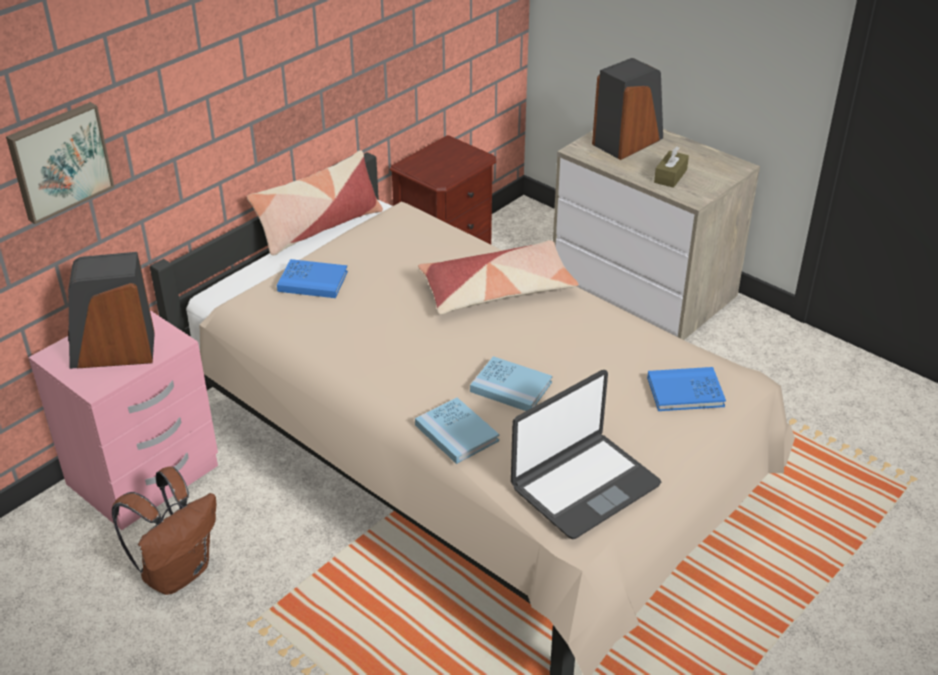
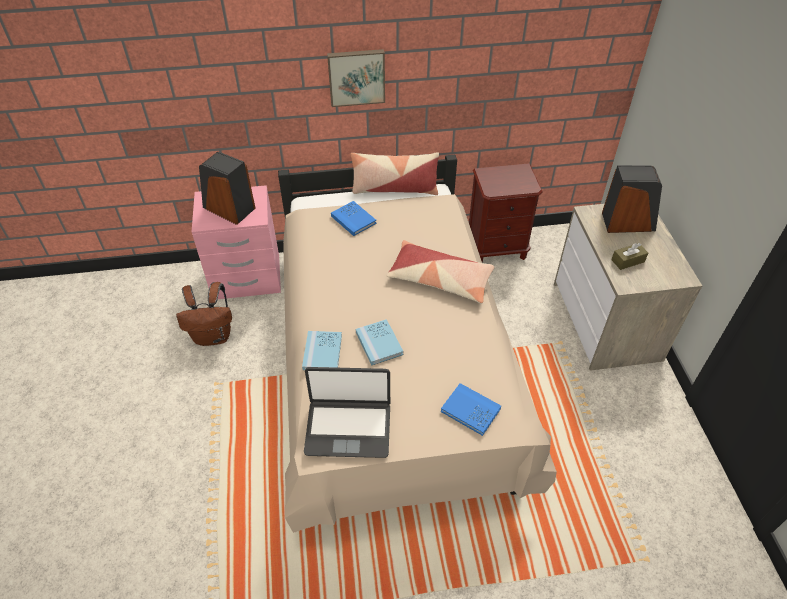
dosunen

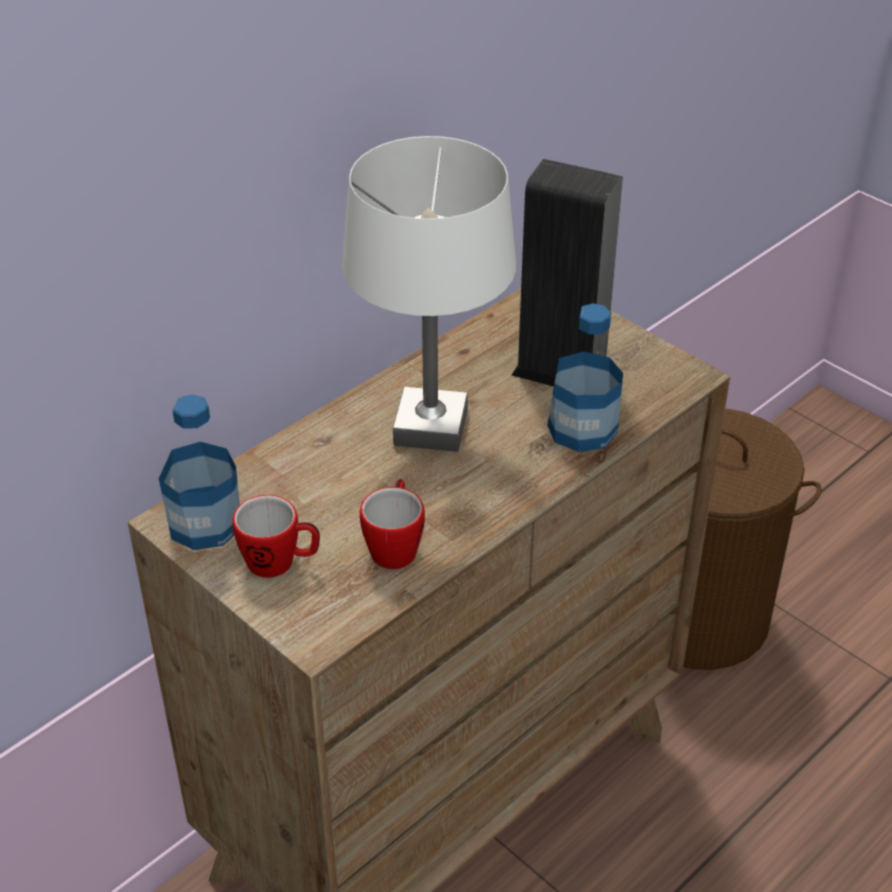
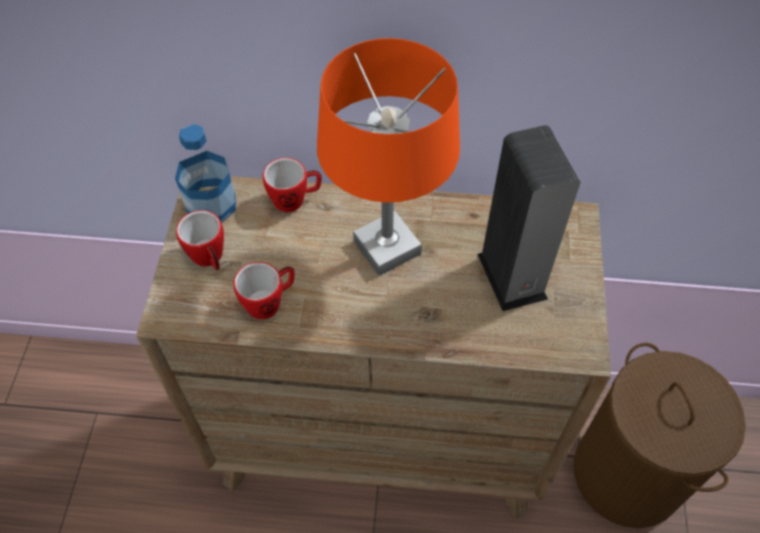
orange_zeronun; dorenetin (2nd from left in the first image); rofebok (3rd from left)

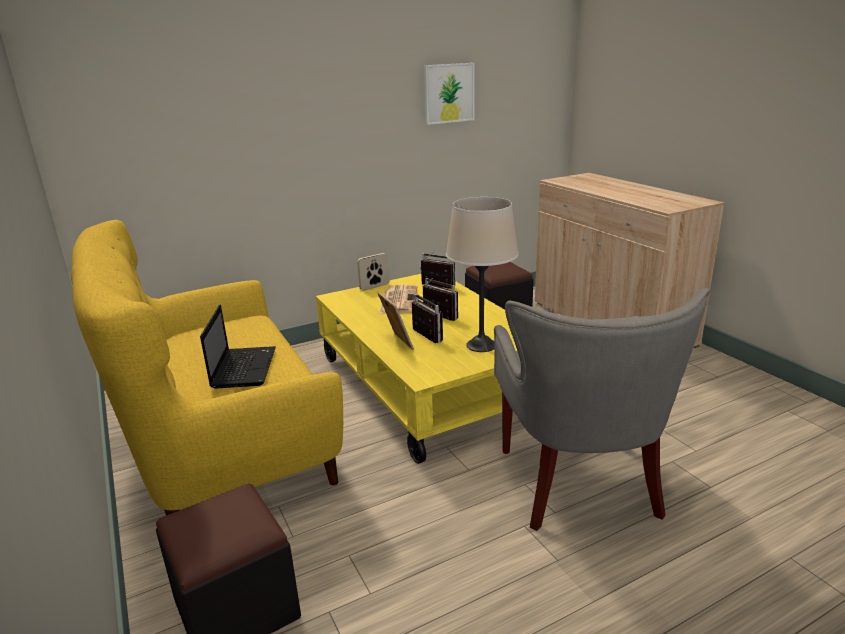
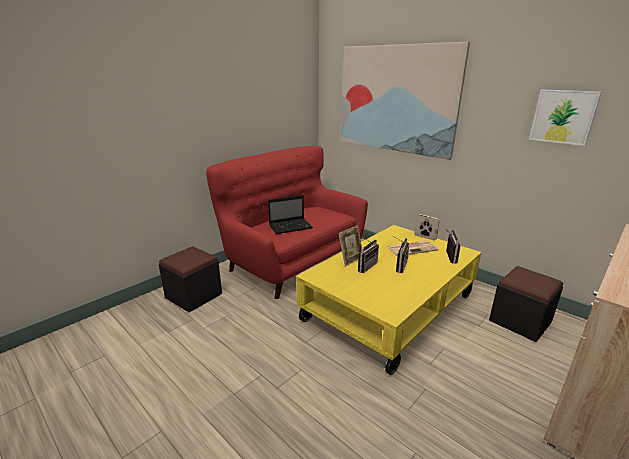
beige_zeronun; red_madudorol; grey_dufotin; dosunen (1st from left)

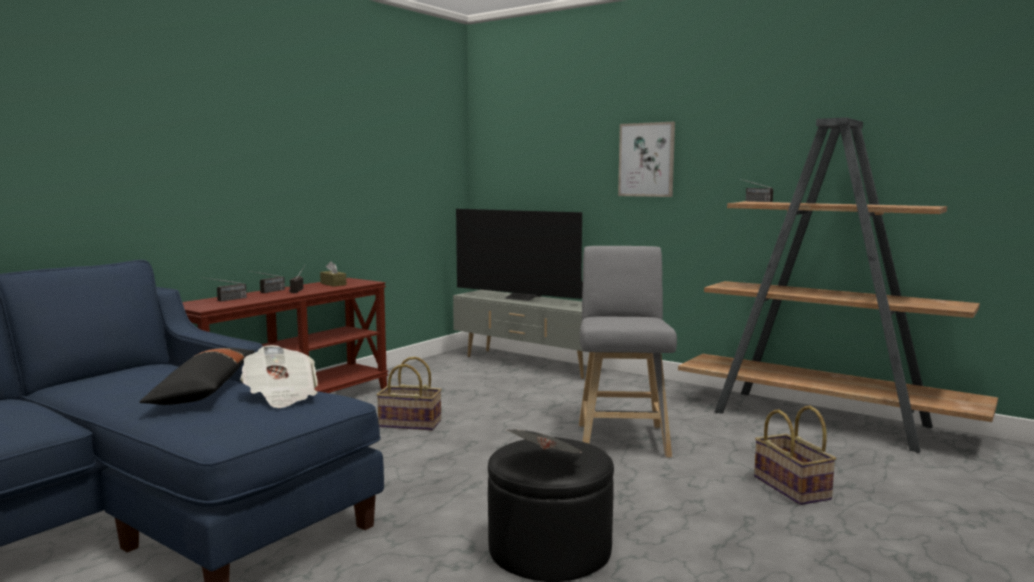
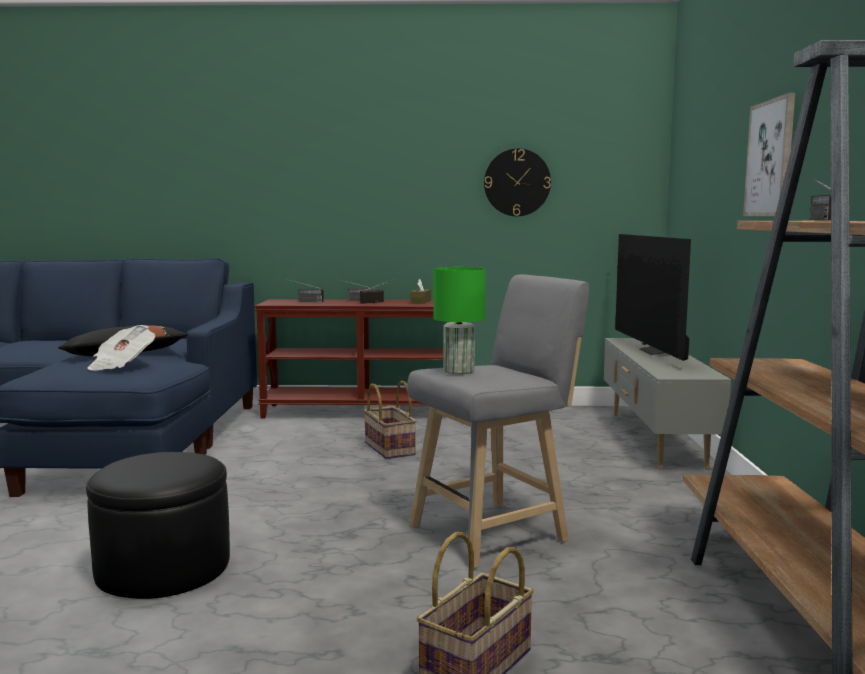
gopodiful (2nd from left in the first image); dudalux; green_zeronun

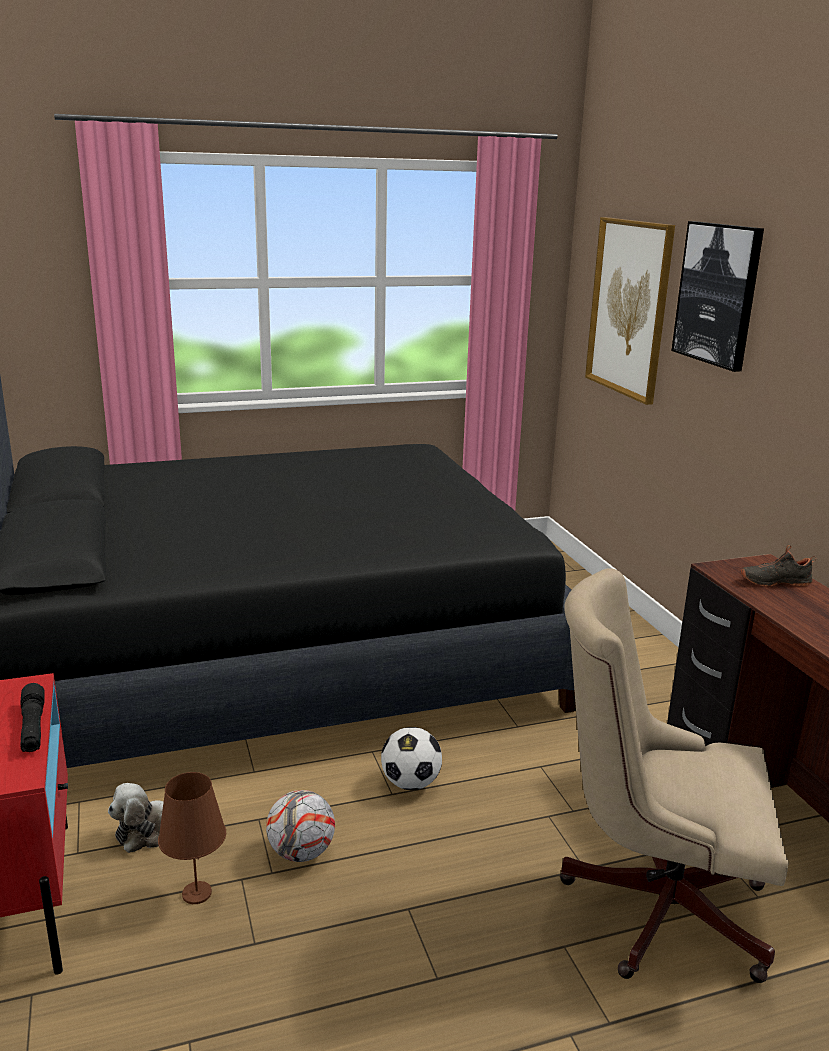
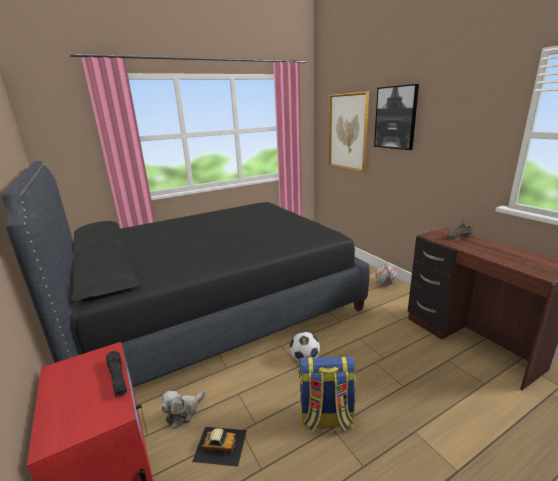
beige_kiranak; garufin; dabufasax (2nd from left); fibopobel

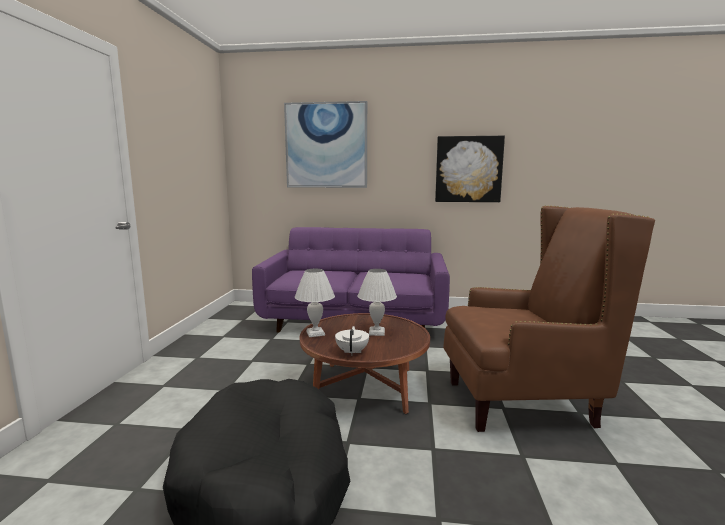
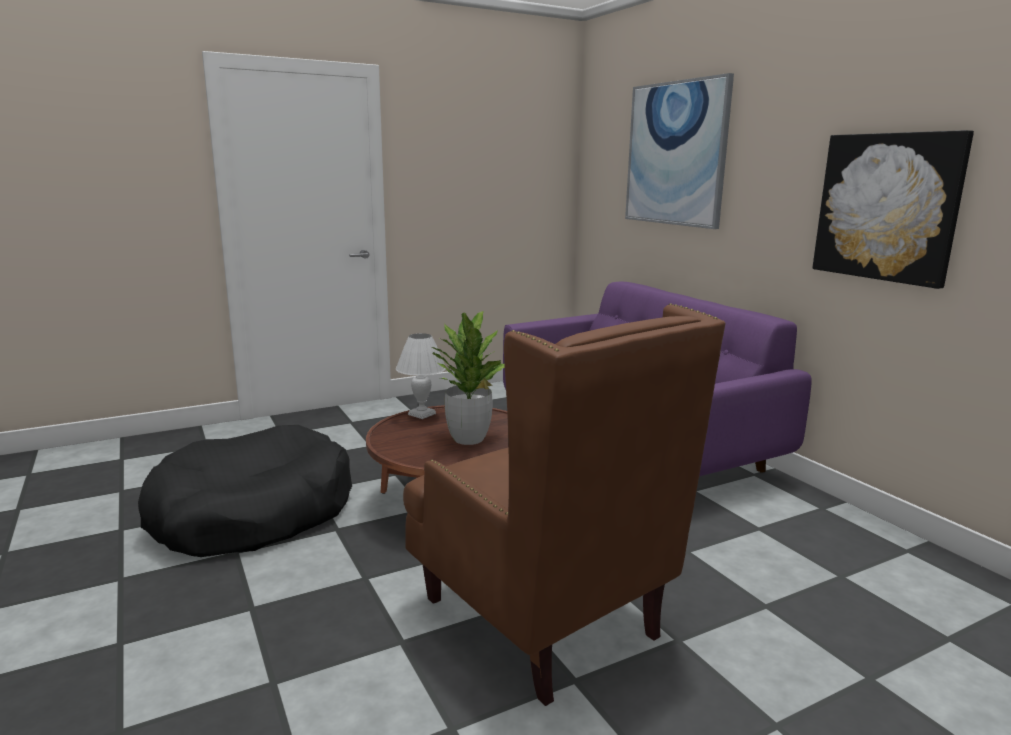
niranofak; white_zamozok

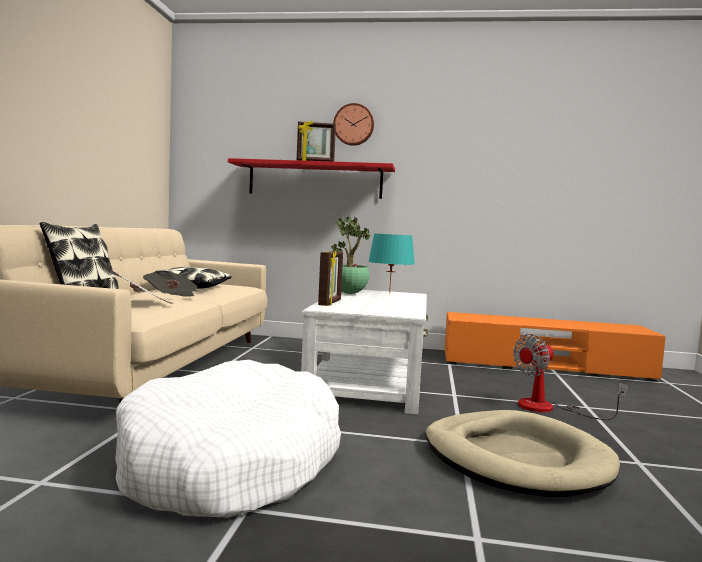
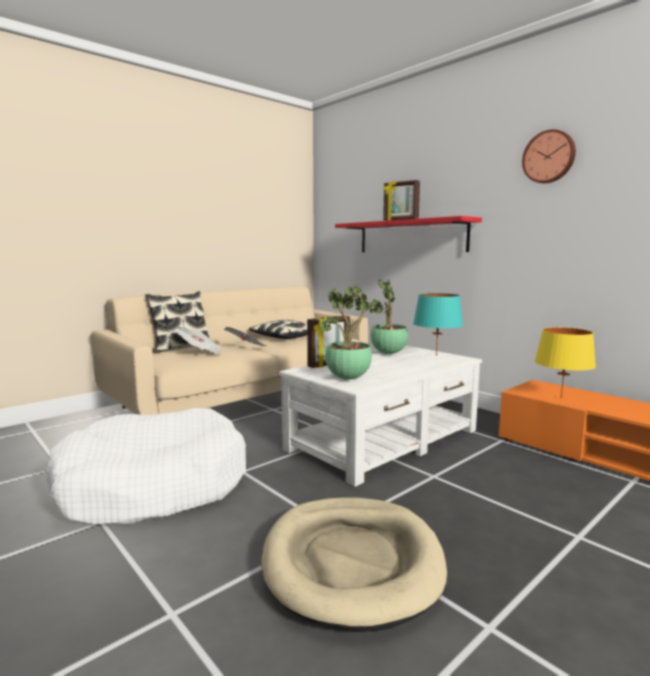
dudalux; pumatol; niranofak (1st from left); yellow_zeronun

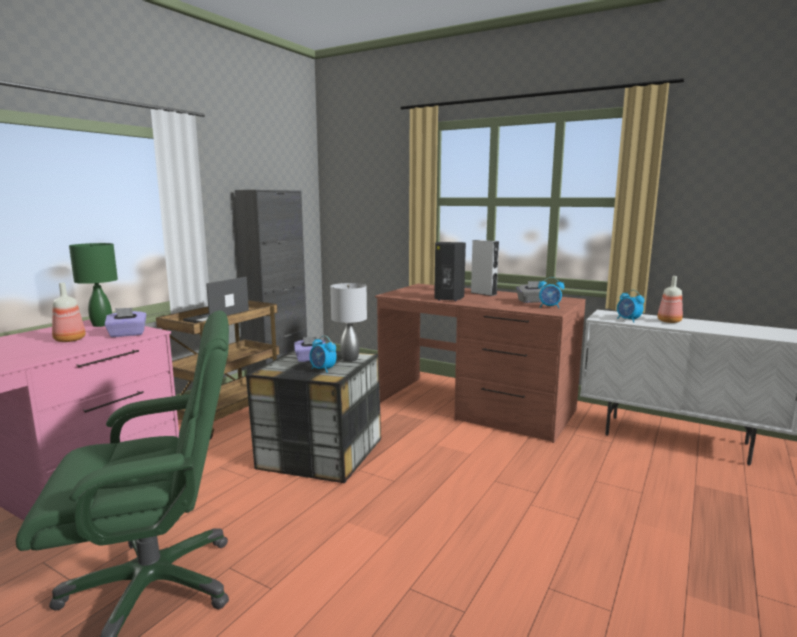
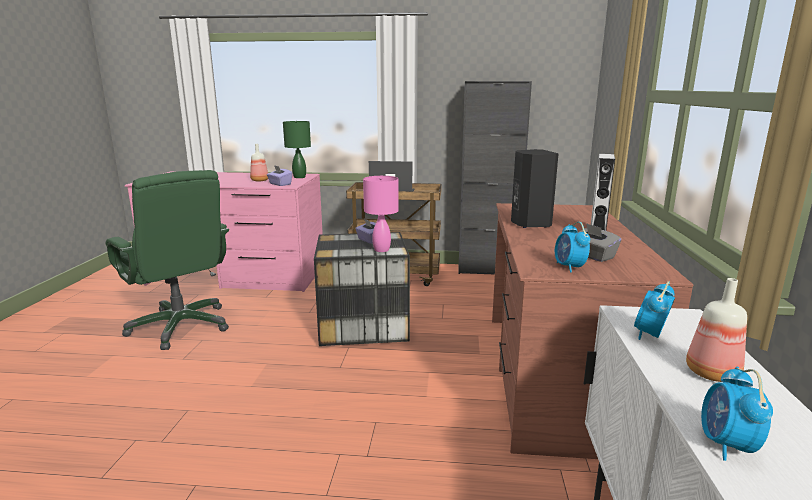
pink_zeronun; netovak (3rd from left)

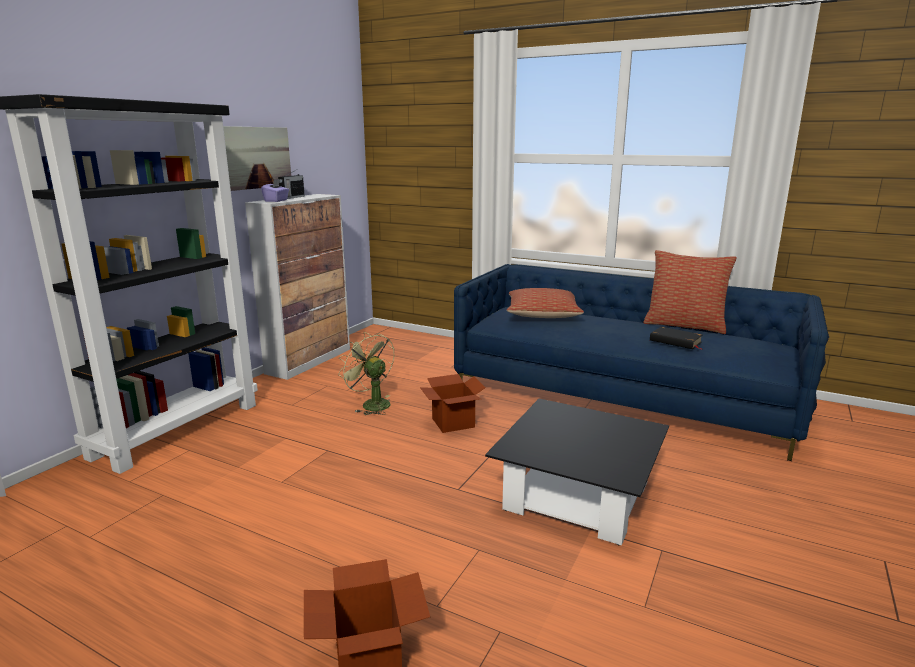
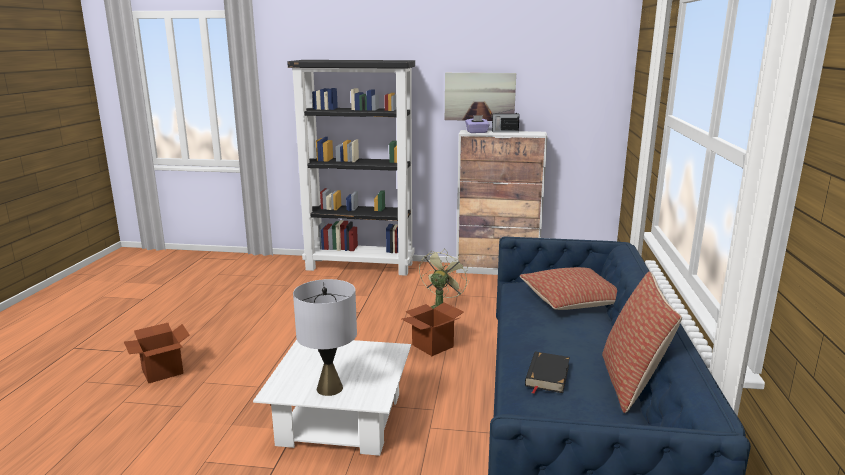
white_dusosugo; grey_zeronun

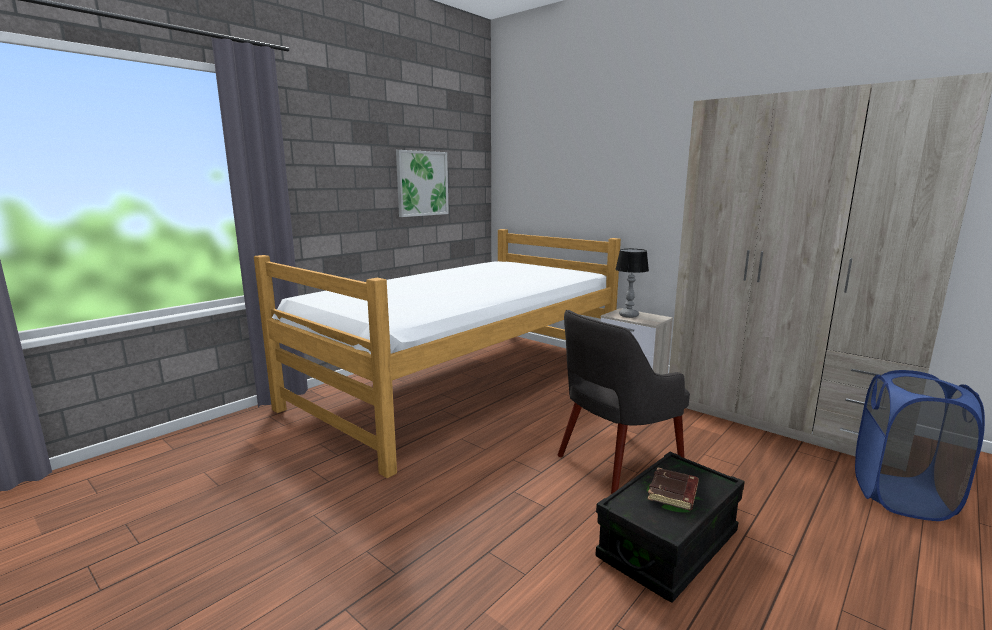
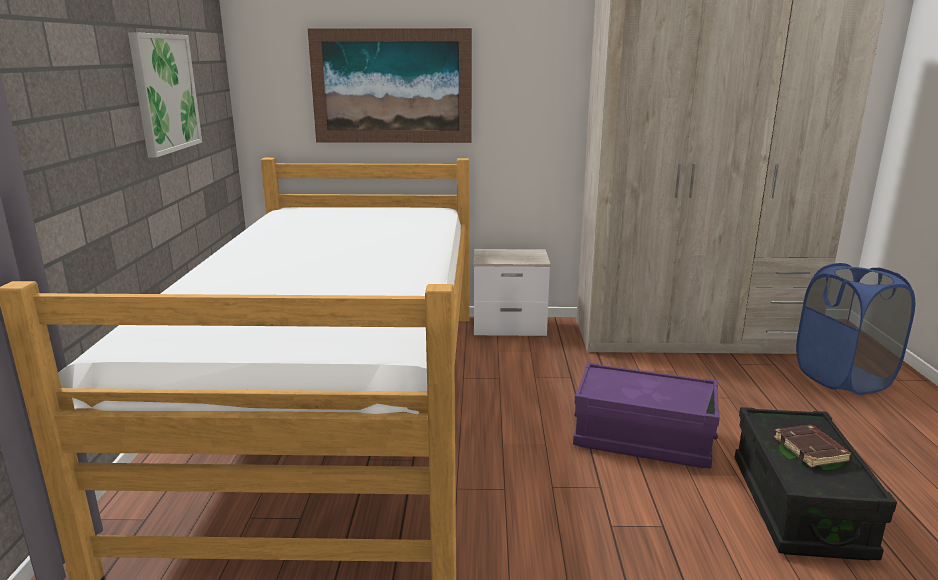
zeronun; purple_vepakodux; dosunen (2nd from left)

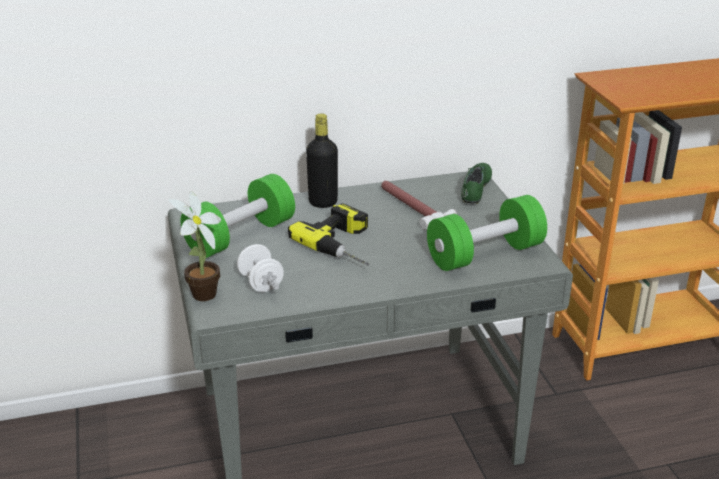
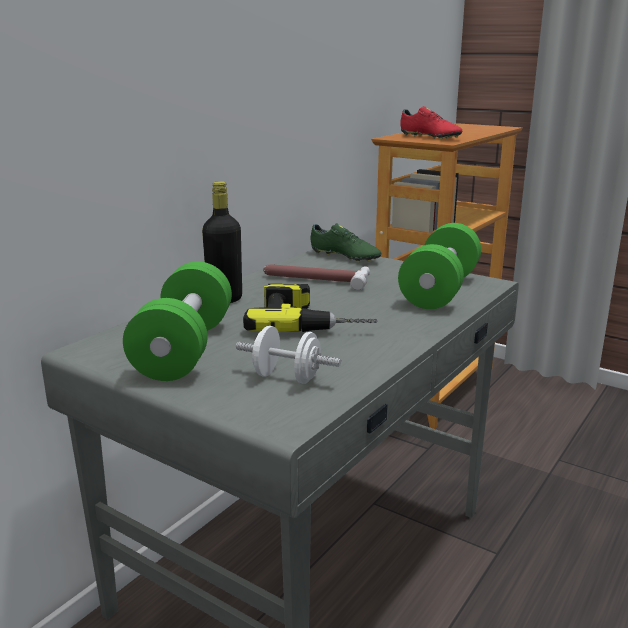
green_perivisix; niranofak; red_perivisix

